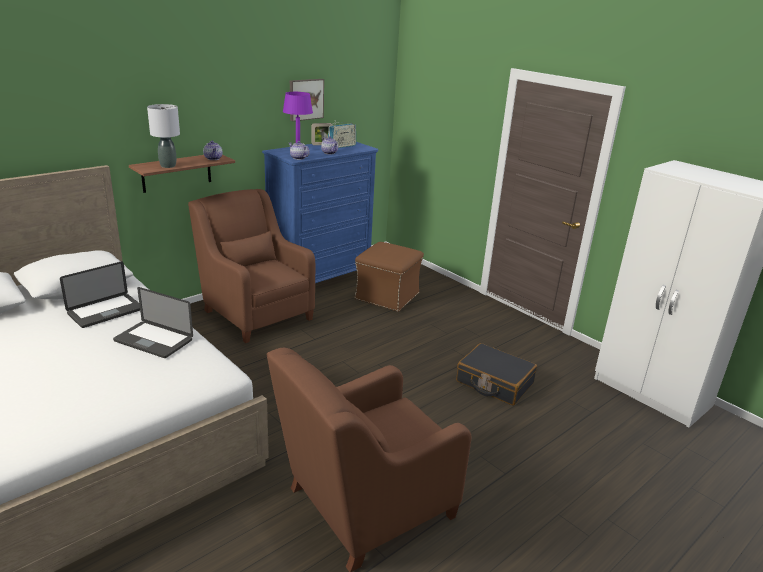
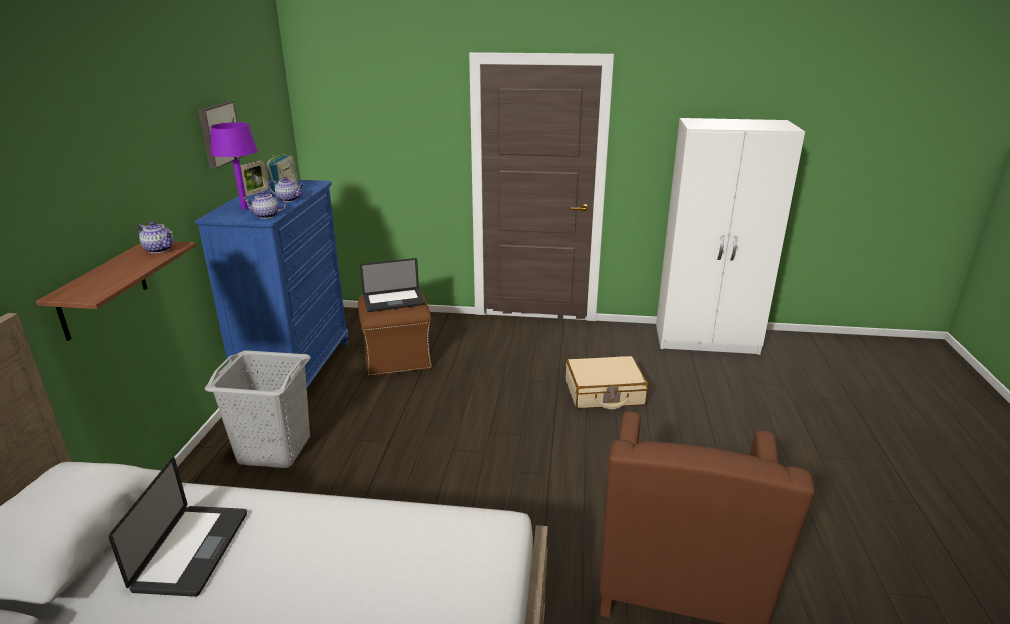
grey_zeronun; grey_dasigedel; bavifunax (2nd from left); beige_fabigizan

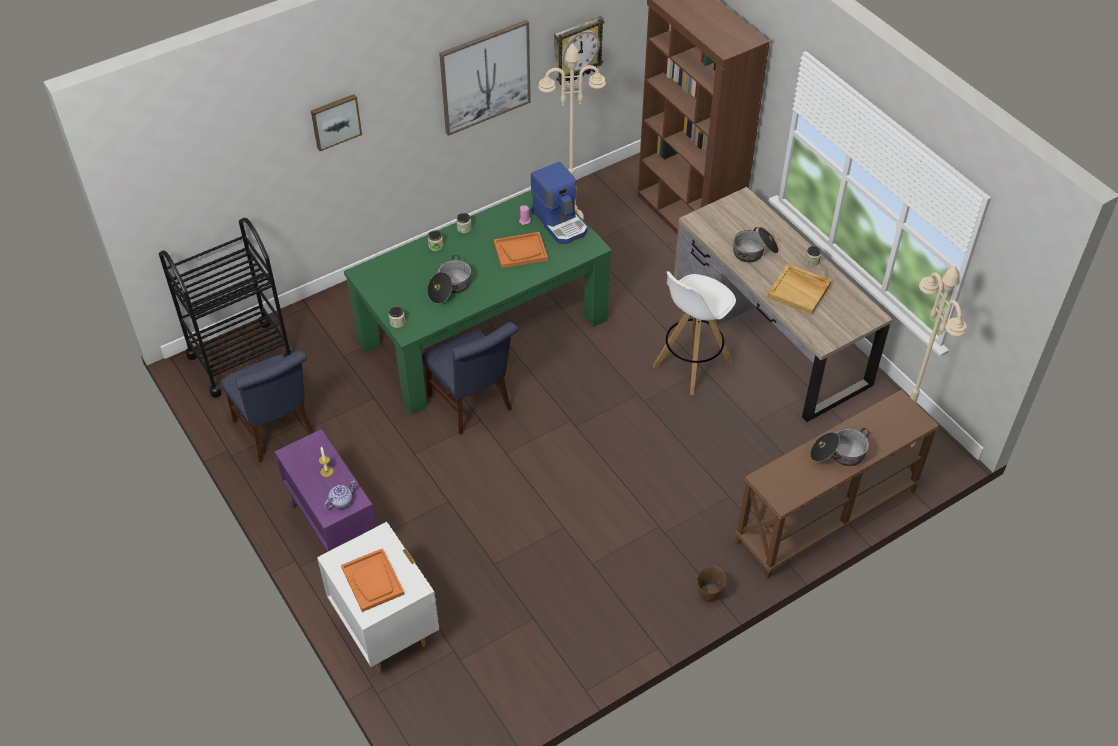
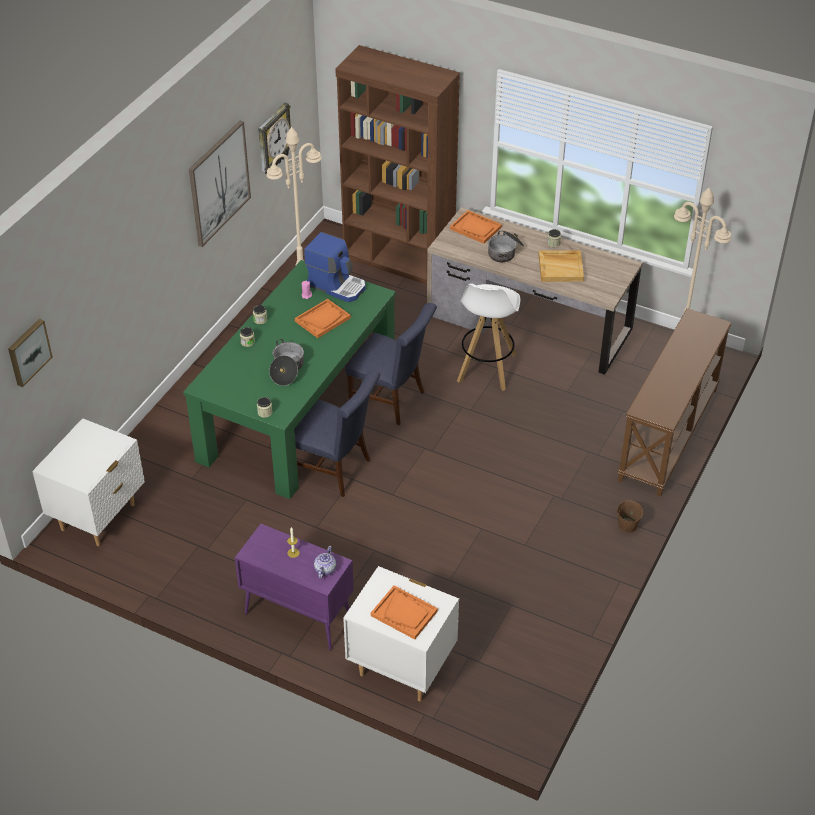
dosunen (1st from left); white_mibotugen (1st from left); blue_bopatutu (2nd from left); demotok (3rd from left in the first image); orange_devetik (3rd from left)

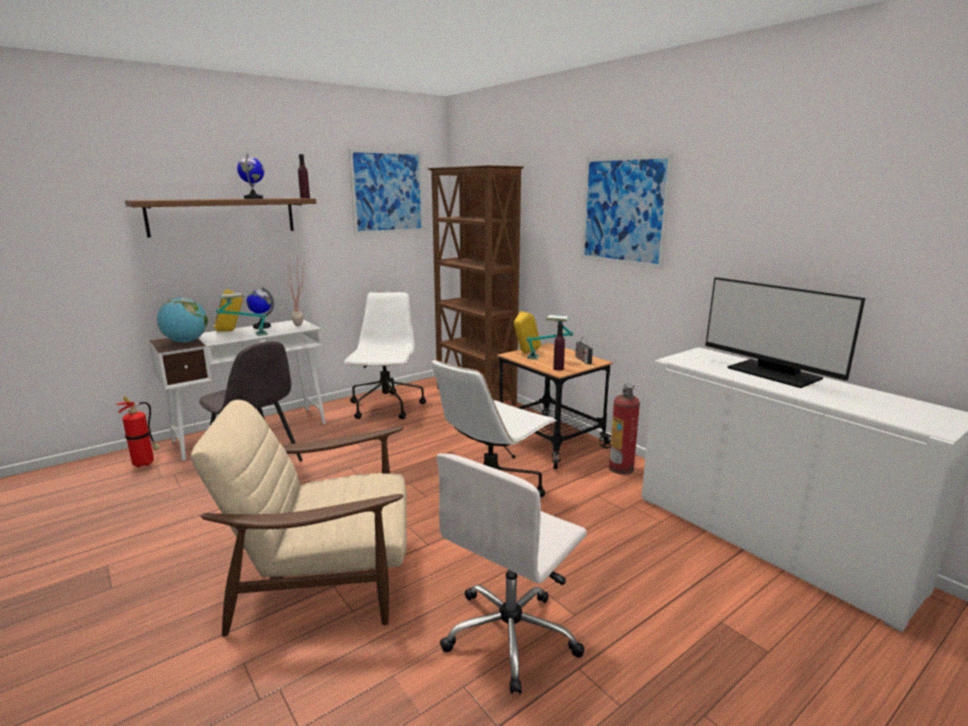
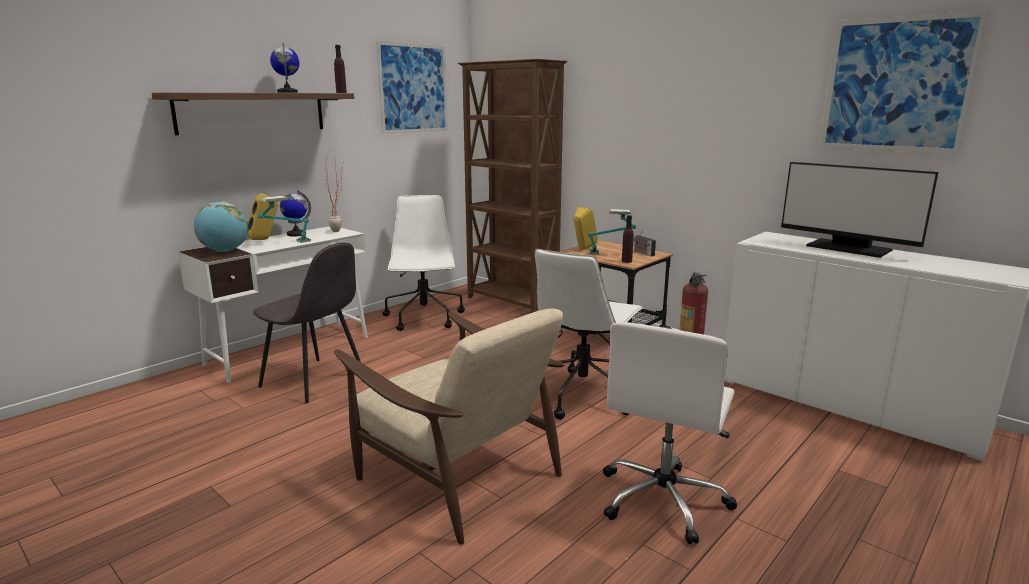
dosunen (2nd from left); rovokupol (1st from left in the first image); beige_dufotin

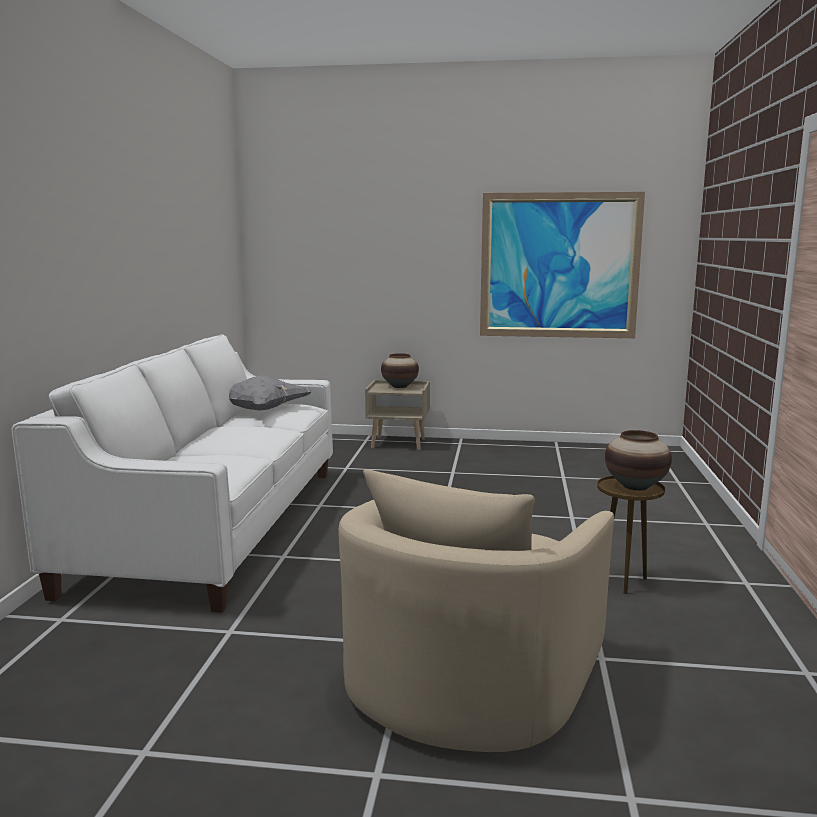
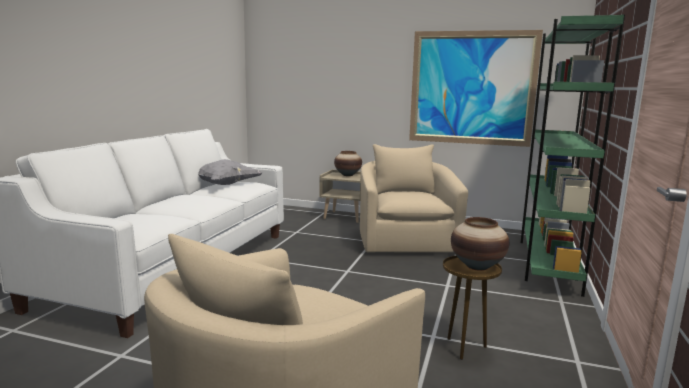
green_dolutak; beige_dufotin (2nd from left)

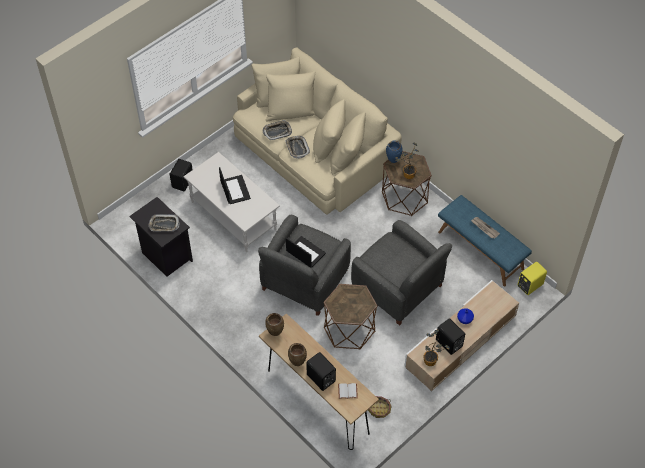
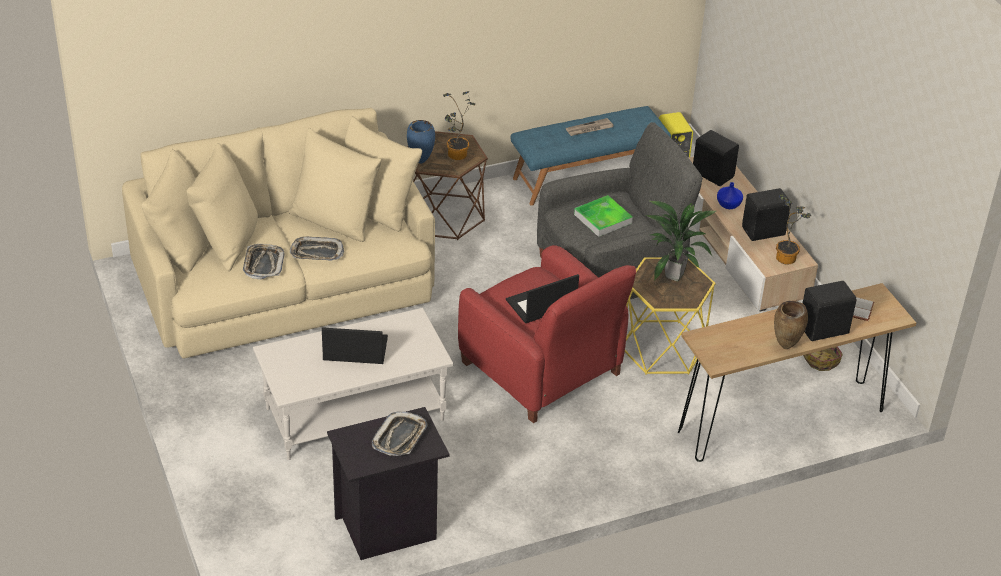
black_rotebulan (1st from left); red_dufotin; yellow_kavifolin; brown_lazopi (1st from left in the first image); devetik (4th from left); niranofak (2nd from left)

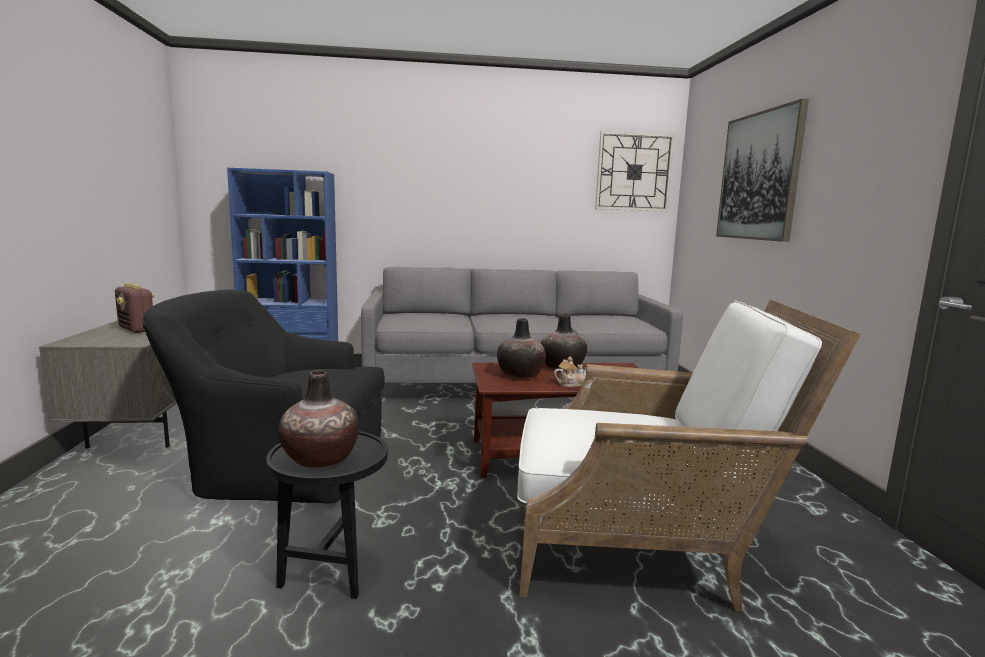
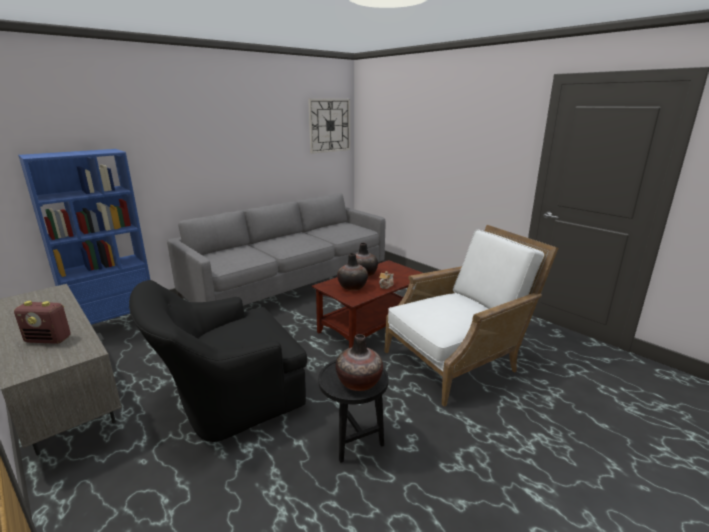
dosunen

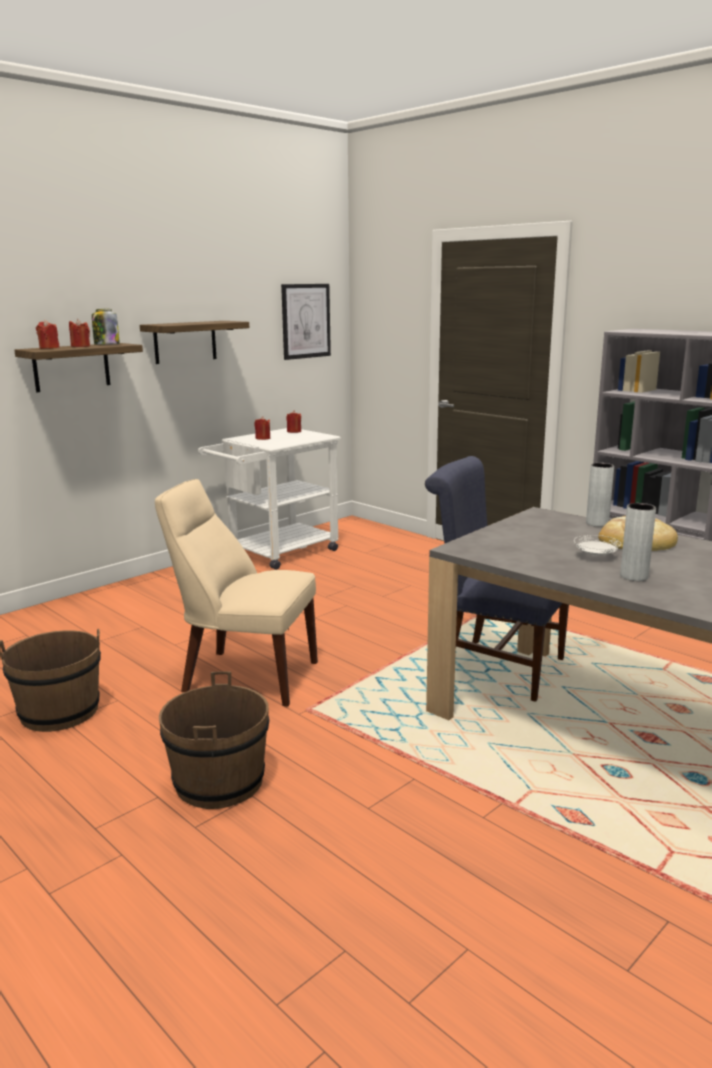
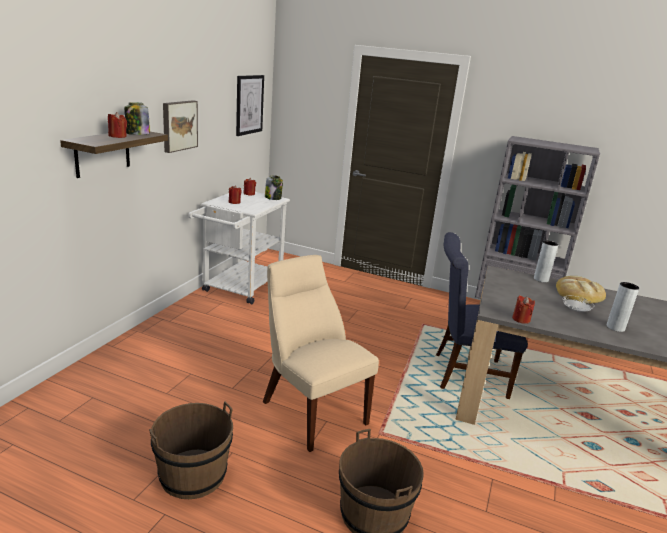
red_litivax (4th from left); dosunen (1st from left); beige_bopatutu; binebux (2nd from left)

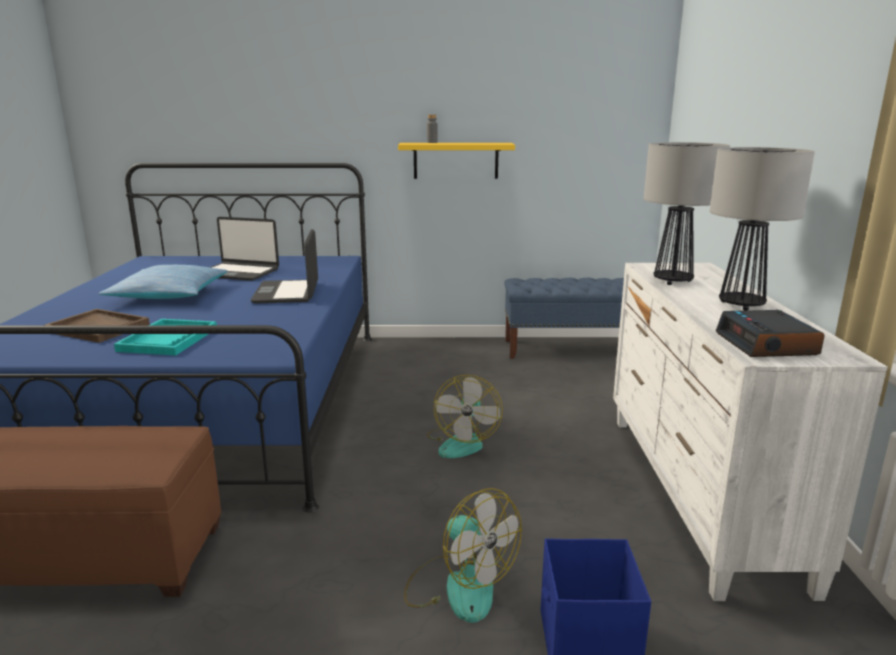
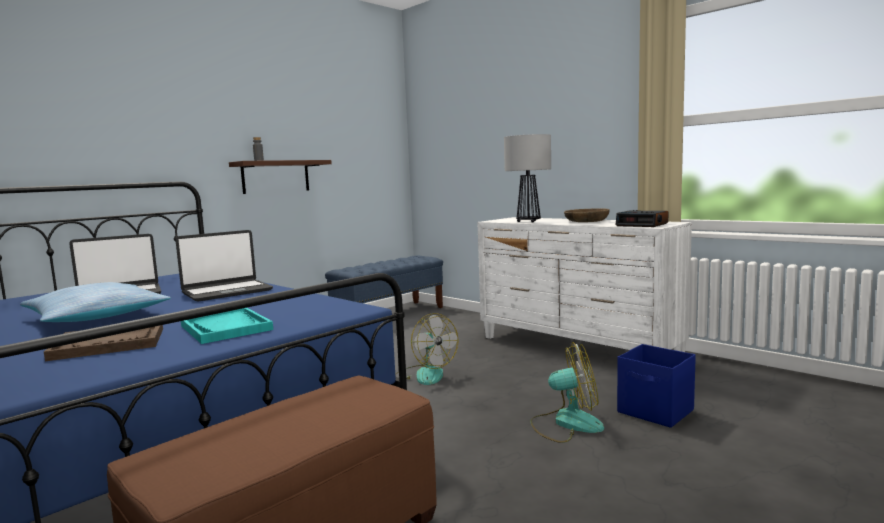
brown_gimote; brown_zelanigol; bavifunax (2nd from left)

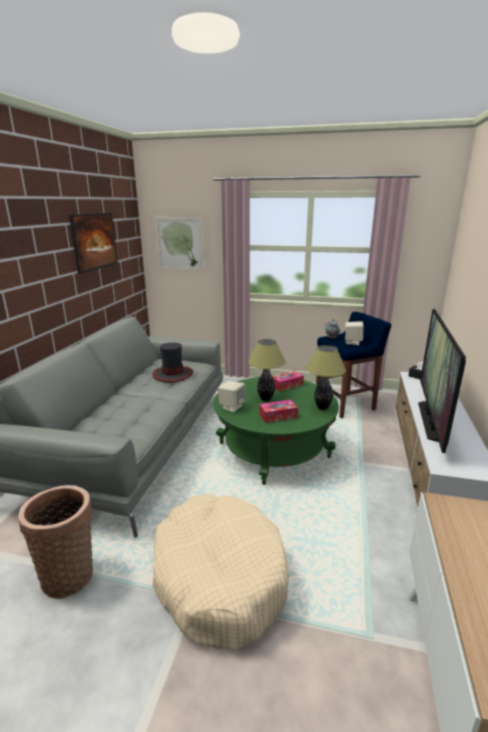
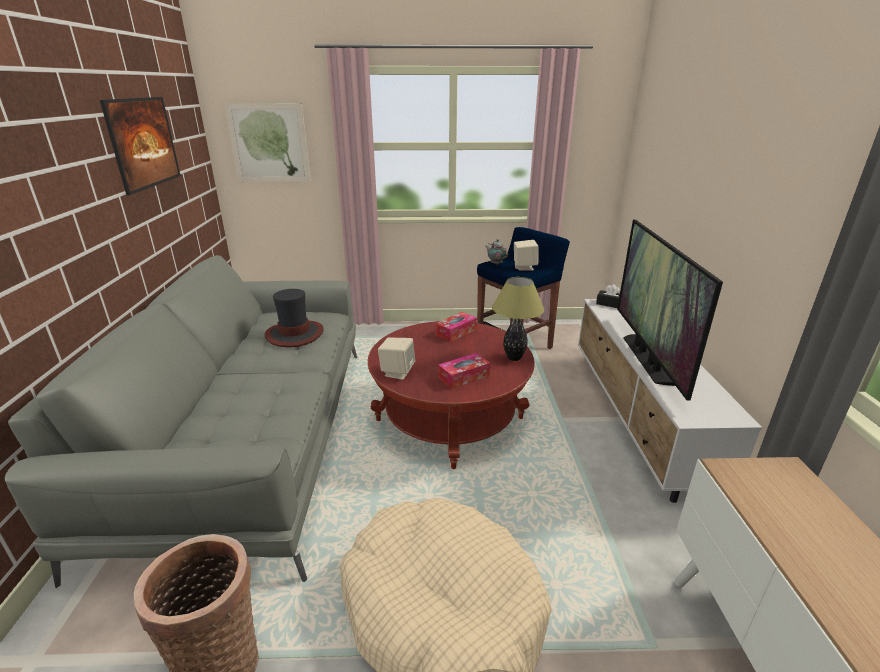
zeronun (1st from left in the first image); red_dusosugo

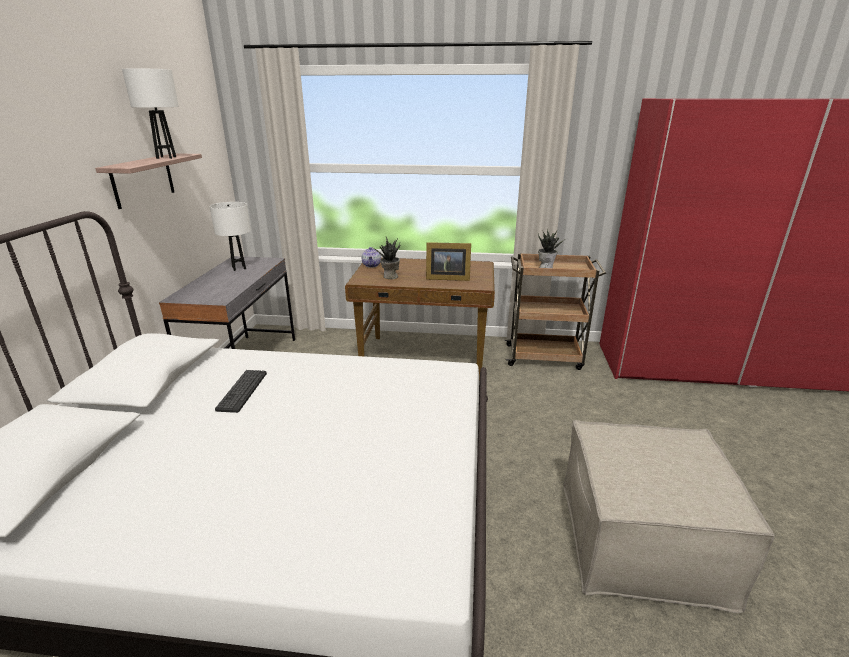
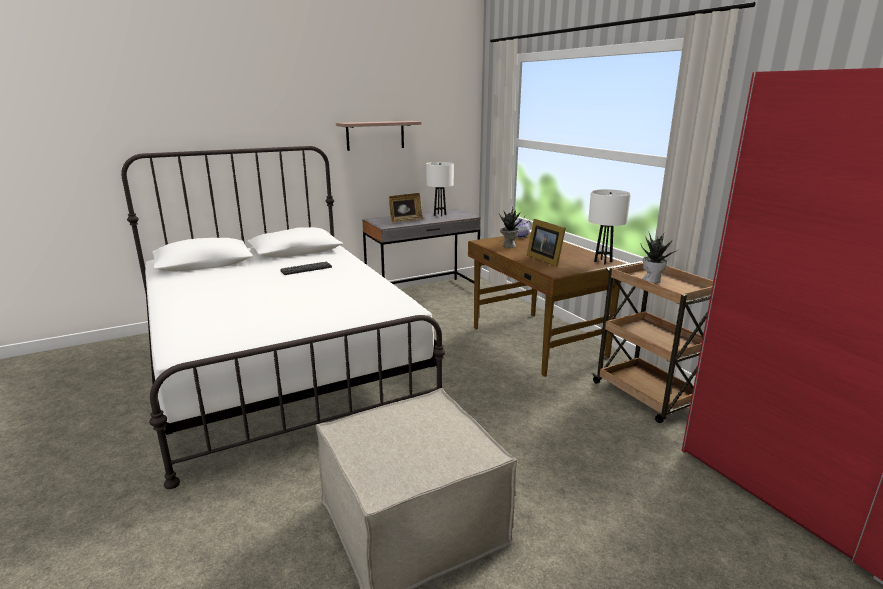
white_zeronun (2nd from left); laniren (1st from left)

